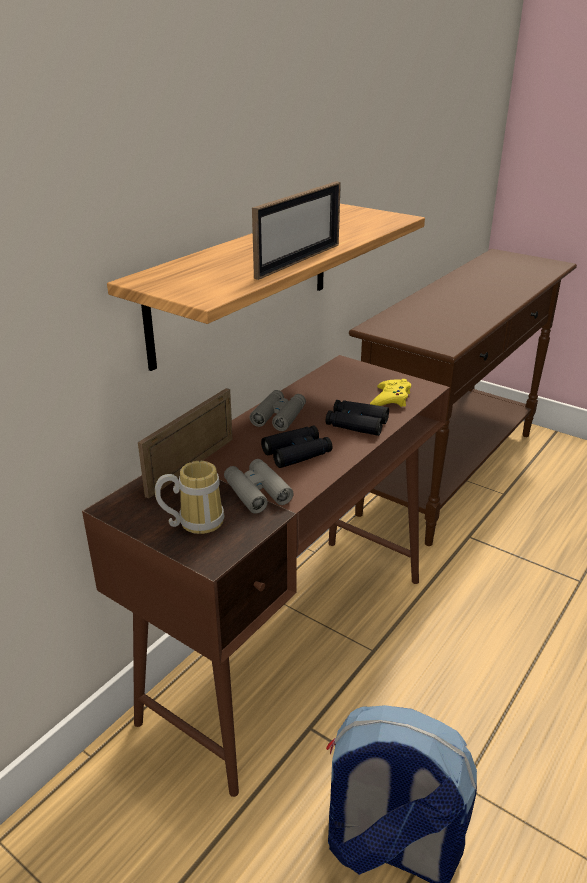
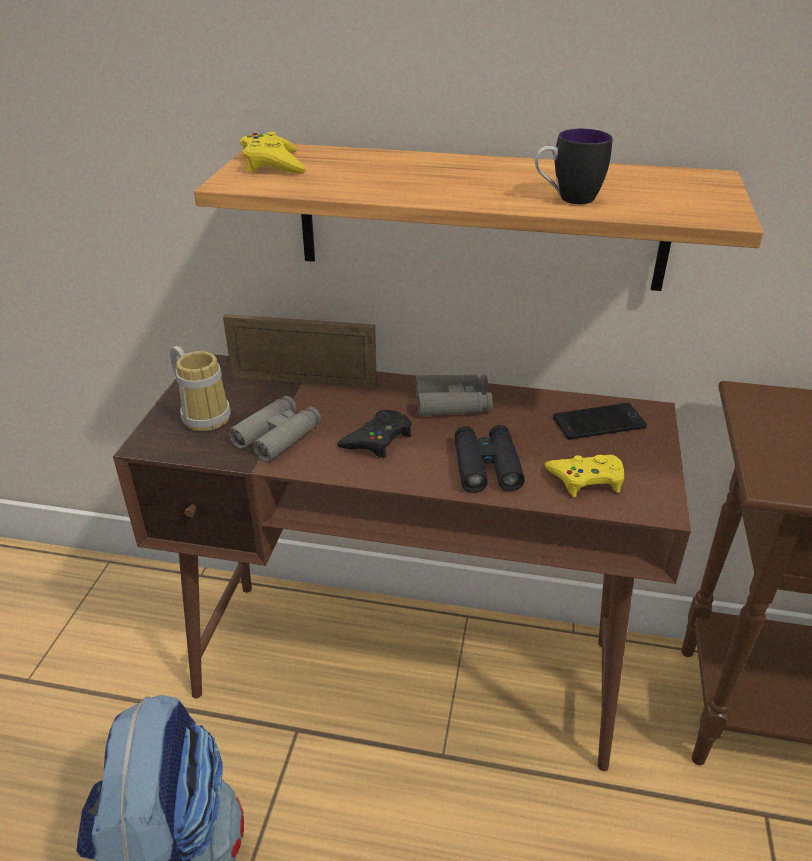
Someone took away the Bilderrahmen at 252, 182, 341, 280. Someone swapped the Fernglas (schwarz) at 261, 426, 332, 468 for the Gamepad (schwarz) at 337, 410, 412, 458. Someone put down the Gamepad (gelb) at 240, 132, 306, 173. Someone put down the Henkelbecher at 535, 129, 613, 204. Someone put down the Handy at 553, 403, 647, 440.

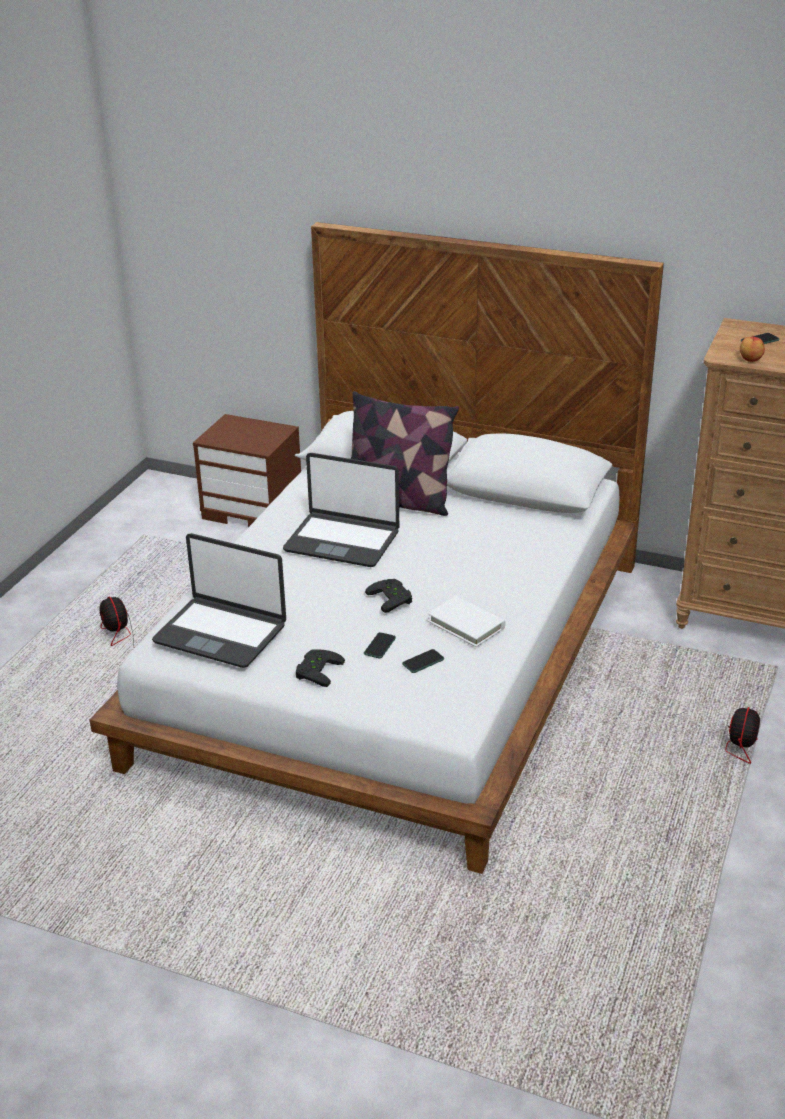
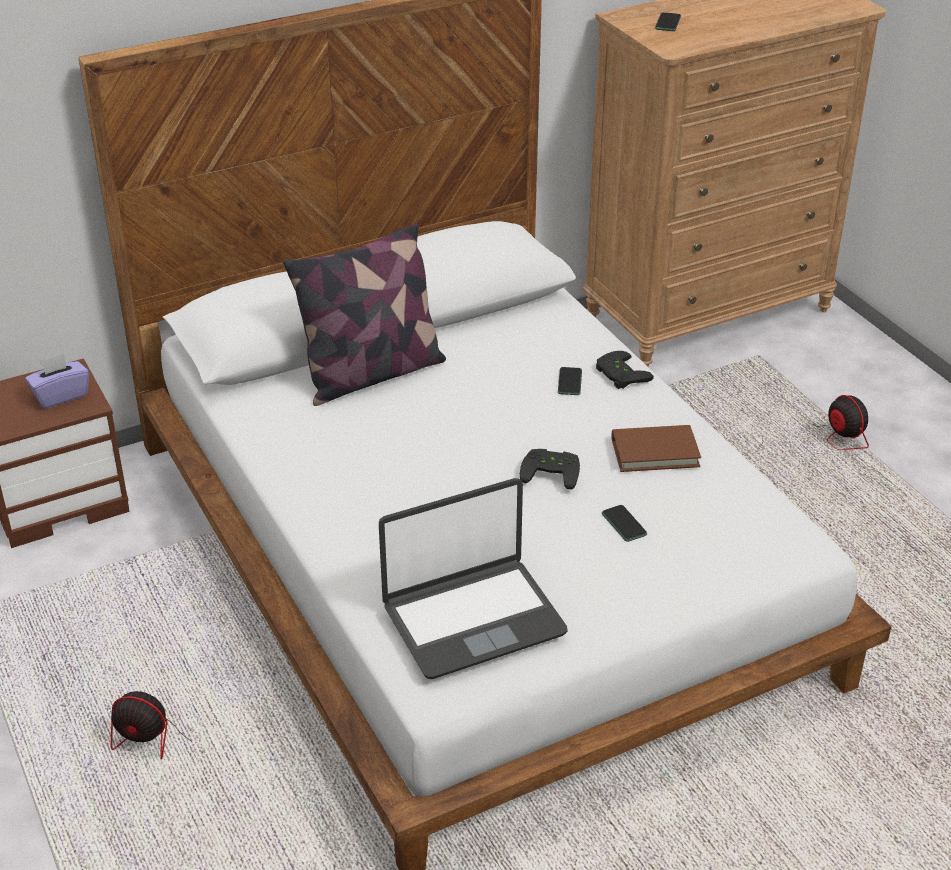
Someone took away the Laptop at 283, 453, 399, 567. Someone carried the Gamepad (schwarz) from 296, 649, 345, 687 to 596, 351, 654, 389. Someone carried the Handy from 402, 649, 444, 673 to 558, 367, 582, 395. Someone repainted the Buch (weiß) at 428, 596, 506, 647, which became the Buch (braun) at 612, 425, 701, 472. Someone took away the Apfel at 740, 336, 765, 362. Someone put down the Taschentuchbox (lila) at 25, 353, 89, 409.

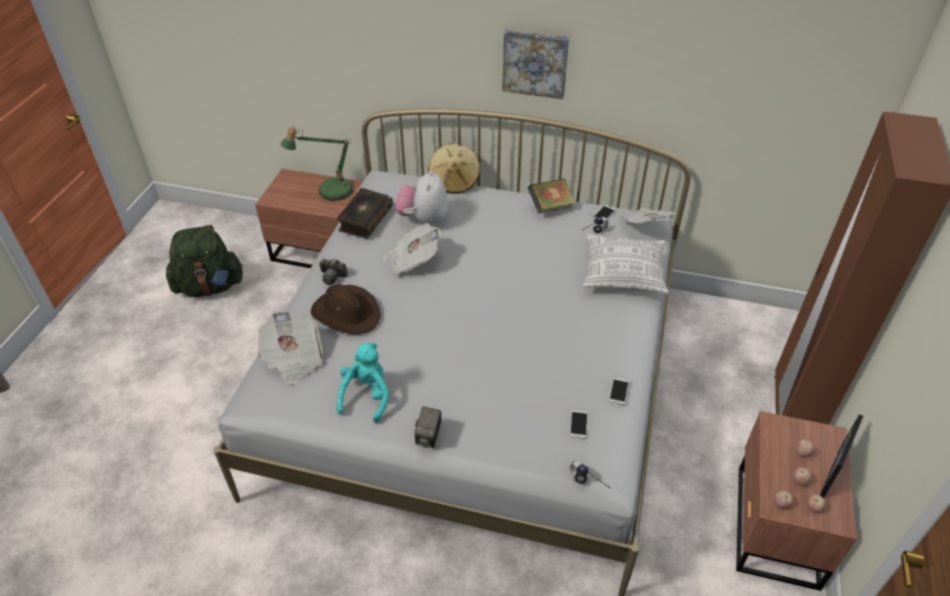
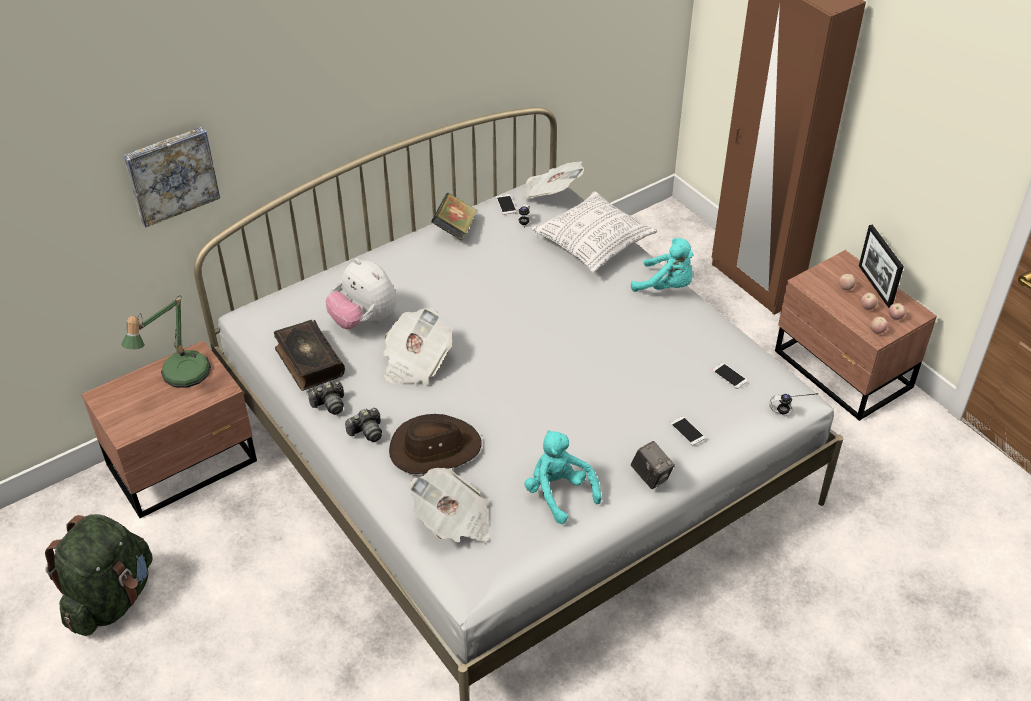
Someone took away the Hut (beige) at 428, 143, 480, 194. Someone carried the Bild from 502, 29, 569, 99 to 124, 127, 220, 228. Someone carried the Handy from 609, 377, 629, 405 to 670, 416, 705, 446. Someone put down the Kamera at 308, 381, 344, 415. Someone put down the Plüschtier (türkis) at 631, 238, 694, 292.

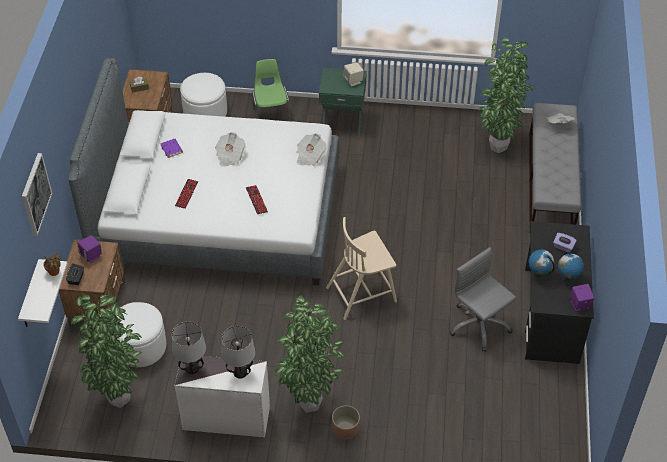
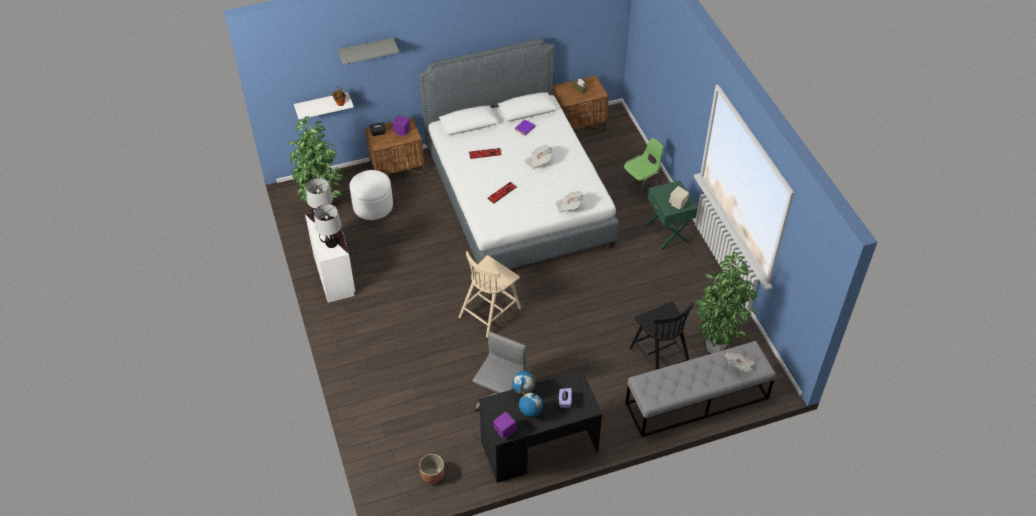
Someone swapped the Bild at 22, 153, 52, 236 for the Wandregal (grau) at 338, 38, 399, 65. Someone took away the Polsterhocker (weiß) at 180, 73, 227, 117. Someone took away the Topfpflanze at 274, 295, 345, 413. Someone rotated the Stuhl (beige) at 326, 217, 397, 320 by 90 degrees counterclockwise. Someone carried the Pflanzkübel from 332, 405, 360, 439 to 419, 454, 444, 484. Someone put down the Stuhl (schwarz) at 630, 302, 694, 370.

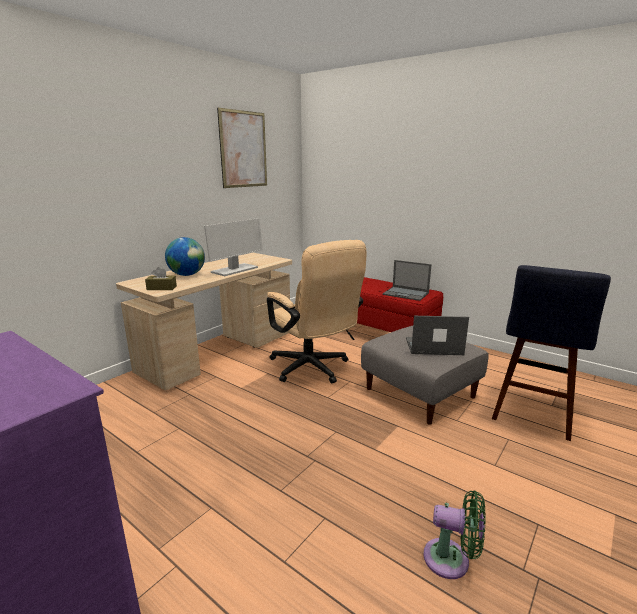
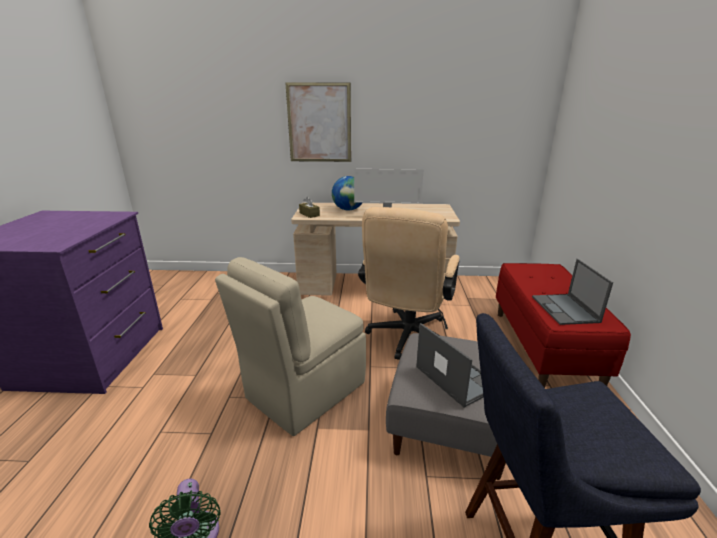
Someone carried the Bild from 217, 108, 267, 188 to 285, 82, 351, 162. Someone put down the Stuhl (beige) at 215, 257, 366, 436.

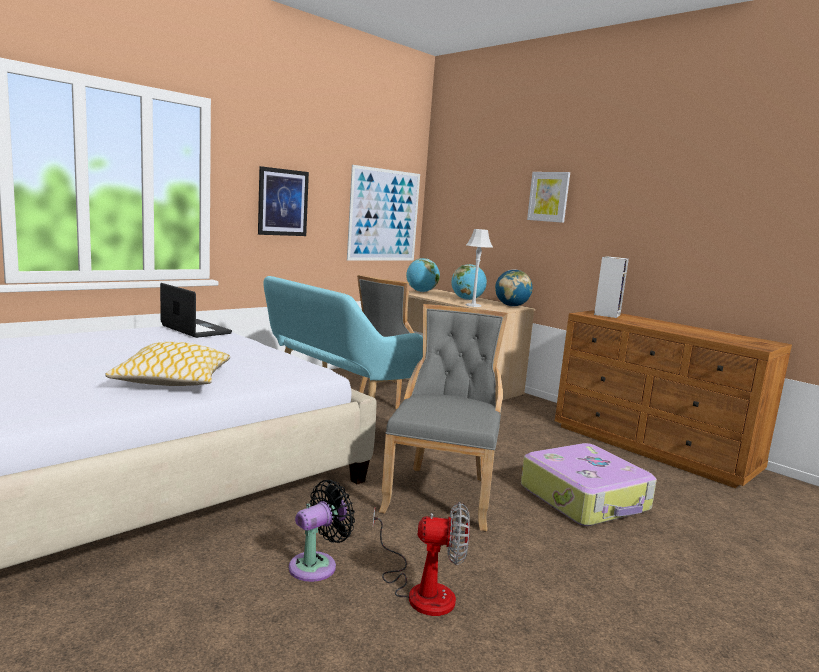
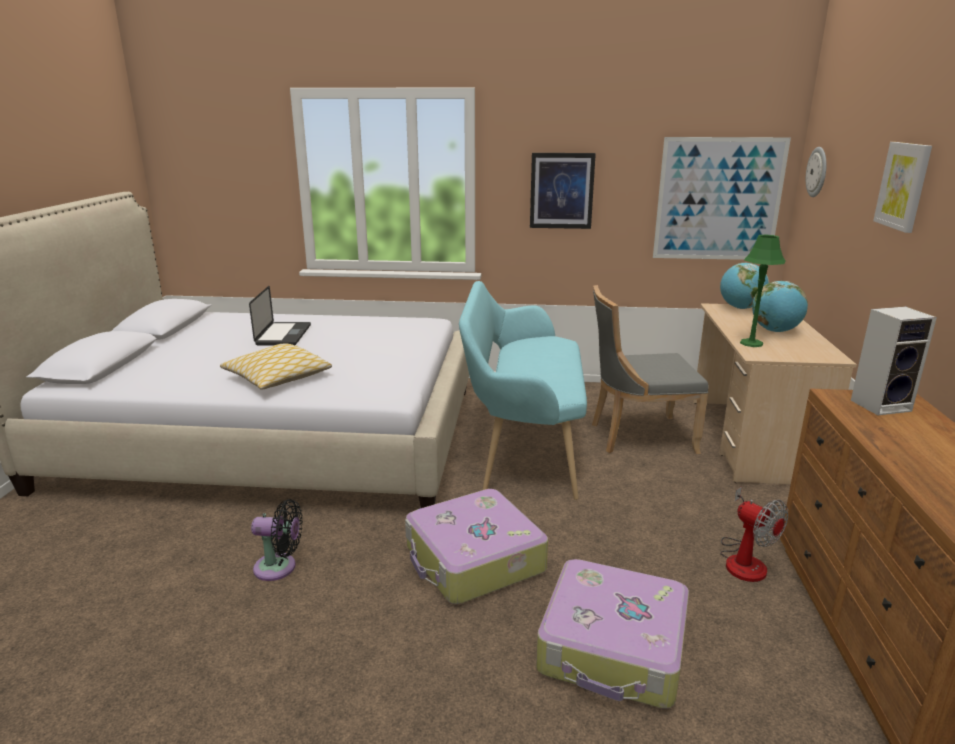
Someone carried the Laptop from 160, 283, 232, 338 to 249, 286, 311, 346. Someone carried the Ventilator from 373, 502, 470, 616 to 720, 487, 788, 582. Someone swapped the Stuhl (grau) at 379, 304, 508, 531 for the Koffer at 405, 489, 548, 604. Someone repainted the Tischlampe (grau) at 466, 229, 493, 307, which became the Tischlampe (grün) at 740, 234, 786, 347. Someone took away the Globus at 495, 269, 533, 307. Someone put up the Wanduhr at 806, 147, 826, 197.

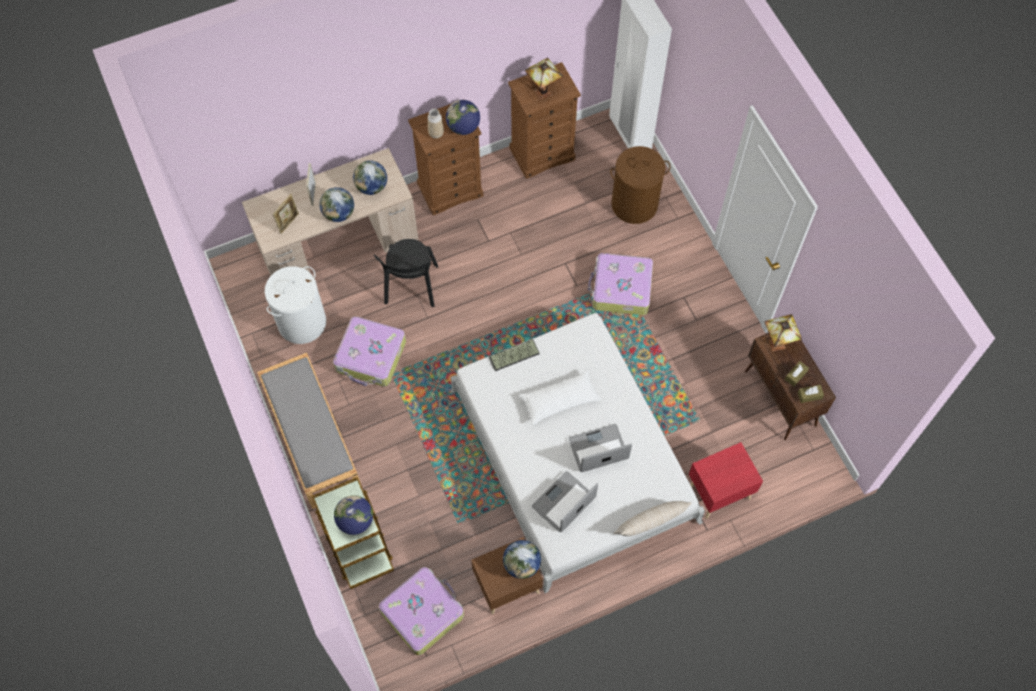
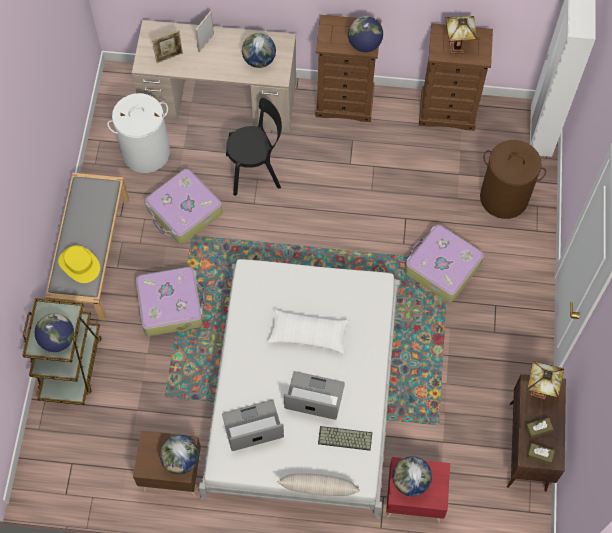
Someone carried the Globus from 320, 187, 354, 222 to 393, 456, 432, 496. Someone rotated the Stuhl (schwarz) at 374, 239, 438, 307 by 135 degrees counterclockwise. Someone carried the Koffer from 379, 567, 464, 655 to 136, 267, 205, 336. Someone took away the Vase at 428, 109, 444, 139. Someone carried the Tastatur from 489, 339, 540, 371 to 318, 426, 372, 451. Someone put down the Hut (gelb) at 58, 245, 100, 283.

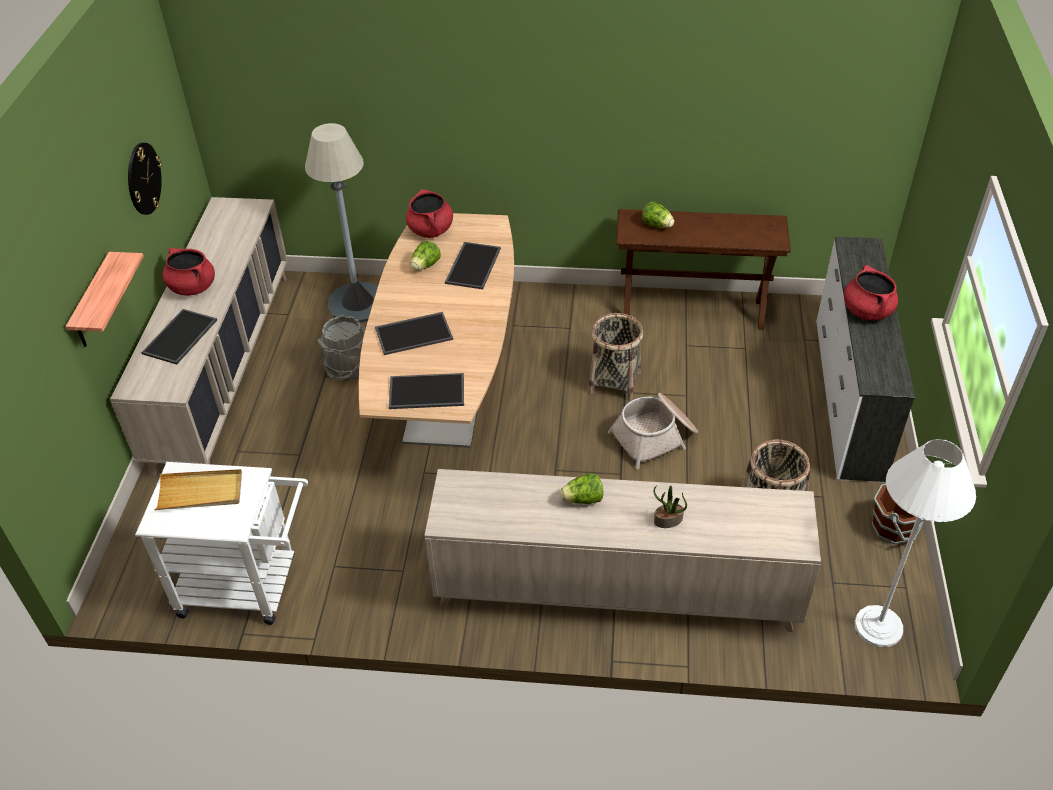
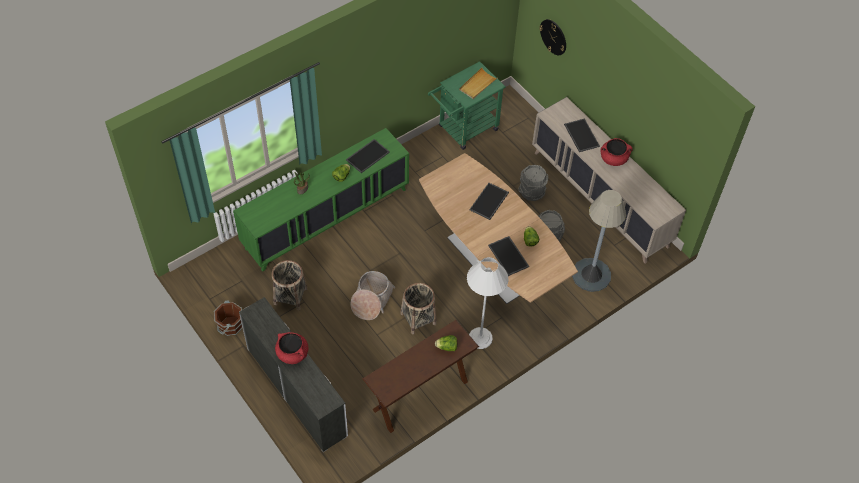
Someone took away the Wandregal at 65, 252, 144, 347. Someone carried the Wanduhr from 128, 143, 162, 215 to 539, 19, 566, 55. Someone repainted the Rollwagen (weiß) at 135, 462, 308, 625, which became the Rollwagen (grün) at 428, 61, 506, 150. Someone carried the Tablett from 389, 373, 464, 409 to 346, 139, 390, 173. Someone took away the Kochtopf (rot) at 406, 189, 453, 238. Someone repainted the Schrank (beige) at 424, 469, 821, 632, which became the Schrank (grün) at 233, 128, 409, 272. Someone carried the Stehlampe (weiß) from 855, 439, 976, 647 to 467, 257, 508, 349. Someone put down the Eimer (grau) at 519, 165, 549, 201.

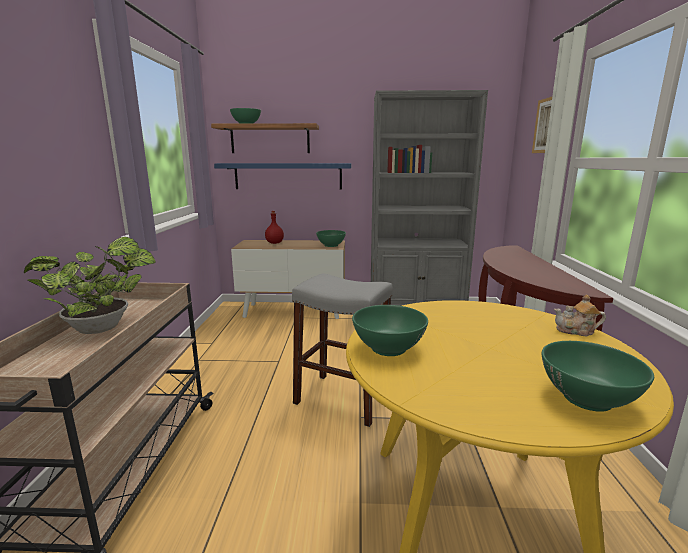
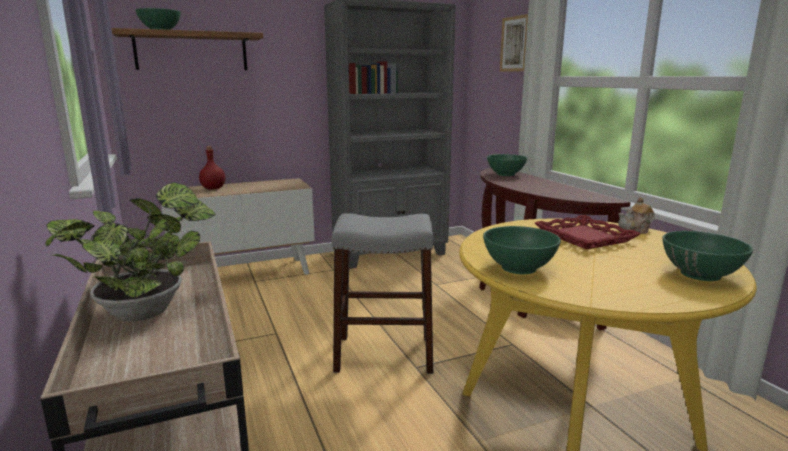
Someone took away the Wandregal (blau) at 214, 163, 352, 190. Someone carried the Schüssel (grün) from 316, 230, 346, 247 to 487, 154, 527, 176. Someone put down the Tablett (rot) at 535, 215, 641, 249.

